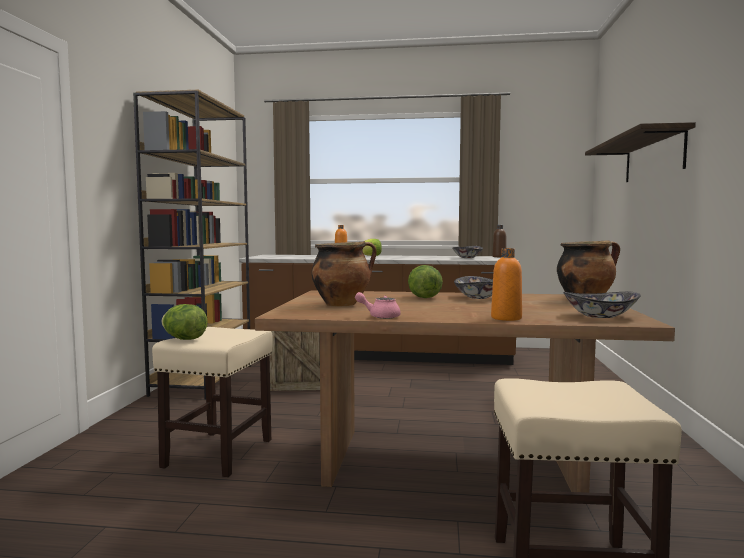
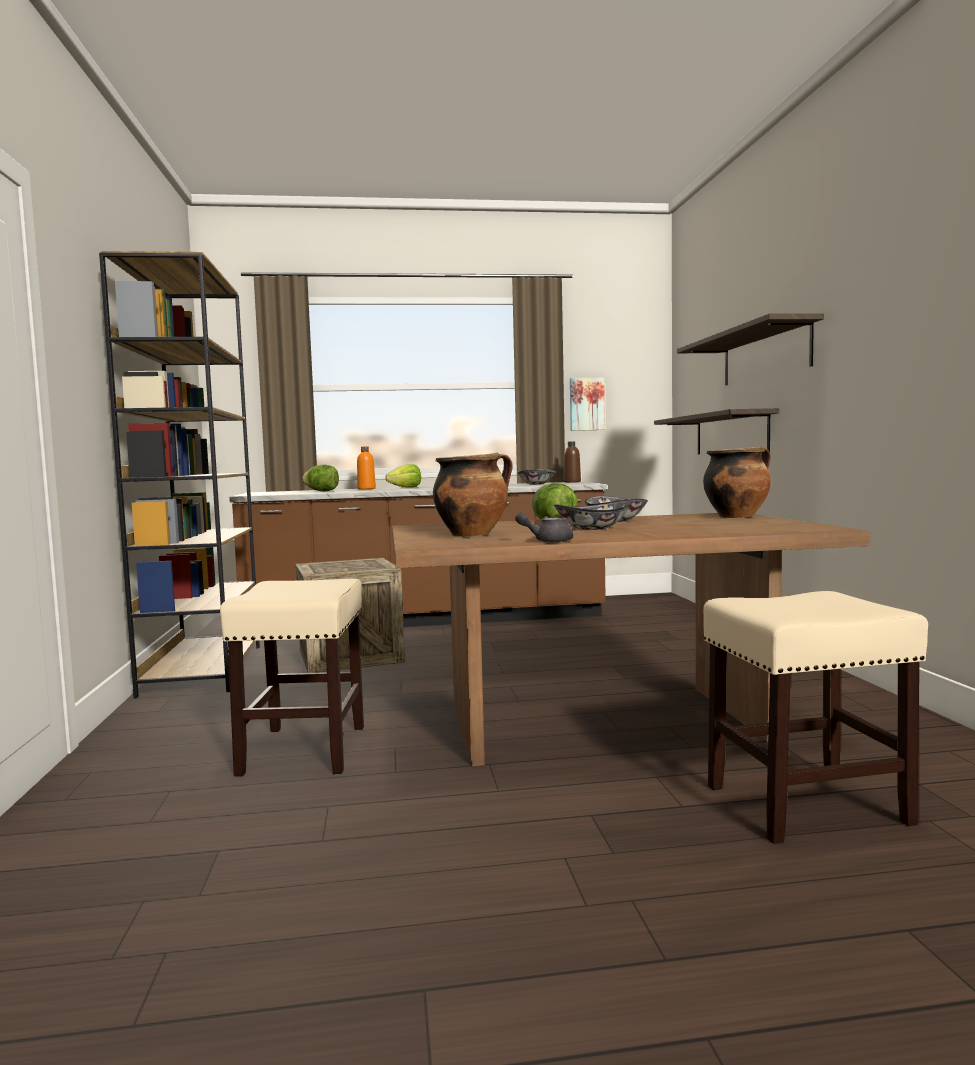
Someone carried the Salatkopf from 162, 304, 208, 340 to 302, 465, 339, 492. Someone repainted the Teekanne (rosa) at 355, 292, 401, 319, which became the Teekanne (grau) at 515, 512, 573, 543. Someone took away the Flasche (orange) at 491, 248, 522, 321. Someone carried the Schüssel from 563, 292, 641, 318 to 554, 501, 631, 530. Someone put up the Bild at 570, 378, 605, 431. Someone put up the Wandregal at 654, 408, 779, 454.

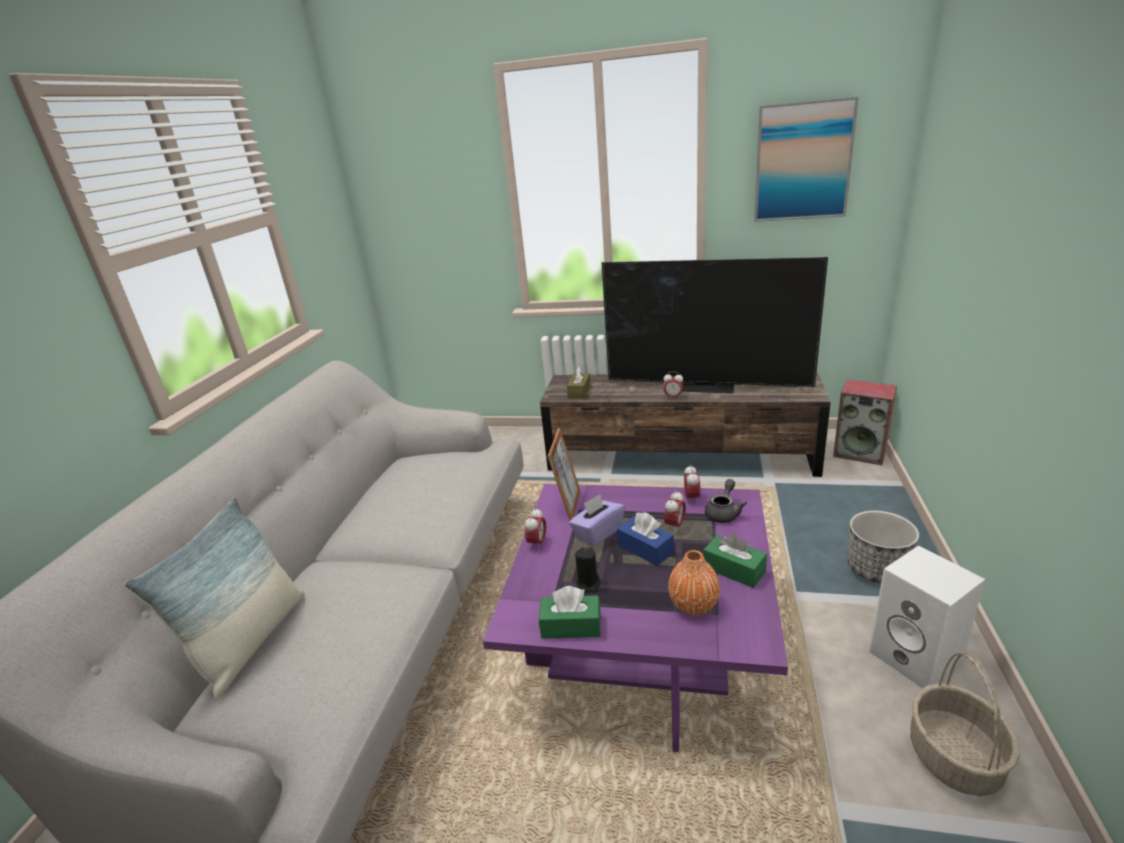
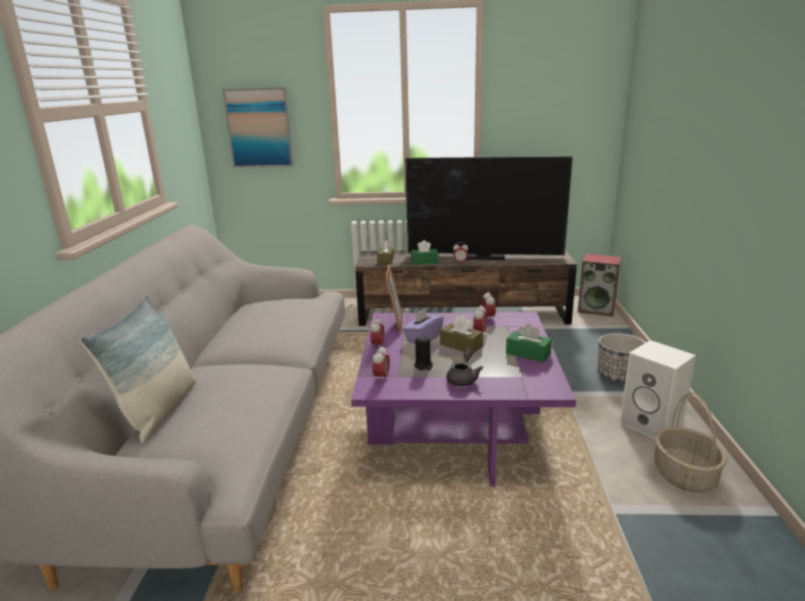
Someone carried the Taschentuchbox (grün) from 539, 586, 601, 639 to 411, 240, 439, 265. Someone repainted the Taschentuchbox (blau) at 617, 512, 674, 566, which became the Taschentuchbox (braun) at 440, 315, 483, 353. Someone took away the Vase (orange) at 668, 550, 720, 615. Someone carried the Teekanne (grau) from 705, 479, 747, 523 to 446, 349, 483, 386. Someone carried the Bild from 754, 97, 859, 222 to 223, 87, 294, 168. Someone put down the Wecker at 372, 345, 390, 380.

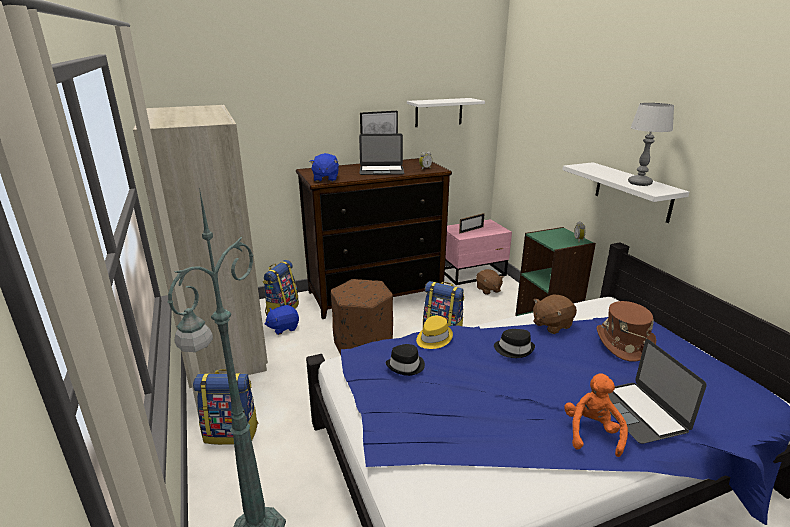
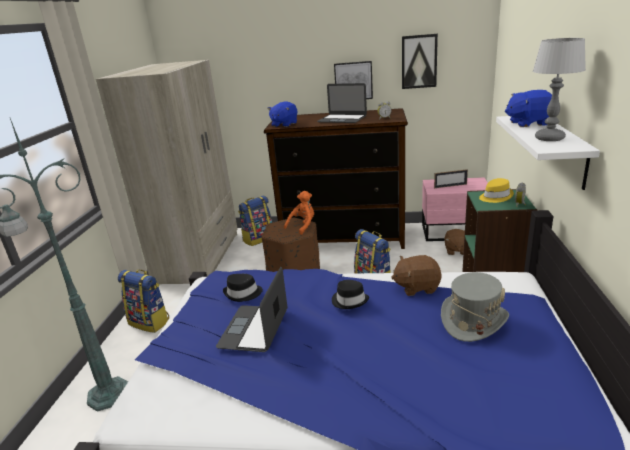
Someone carried the Plüschtier (blau) from 265, 305, 299, 335 to 505, 90, 552, 127. Someone swapped the Wandregal (weiß) at 407, 98, 485, 127 for the Bild at 402, 34, 438, 89. Someone carried the Hut (gelb) from 416, 316, 453, 349 to 479, 178, 514, 203. Someone carried the Plüschtier (orange) from 564, 373, 628, 457 to 284, 191, 314, 235. Someone carried the Laptop from 590, 339, 707, 444 to 216, 267, 287, 352. Someone repainted the Hut (braun) at 596, 301, 656, 362, which became the Hut (grau) at 441, 272, 509, 342.

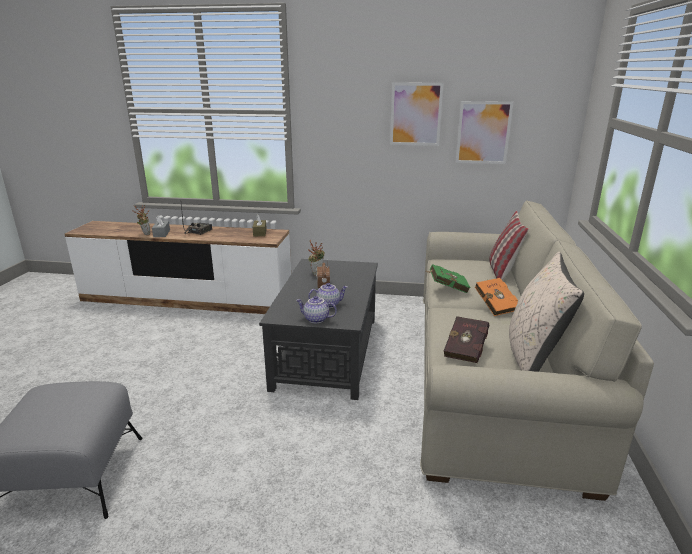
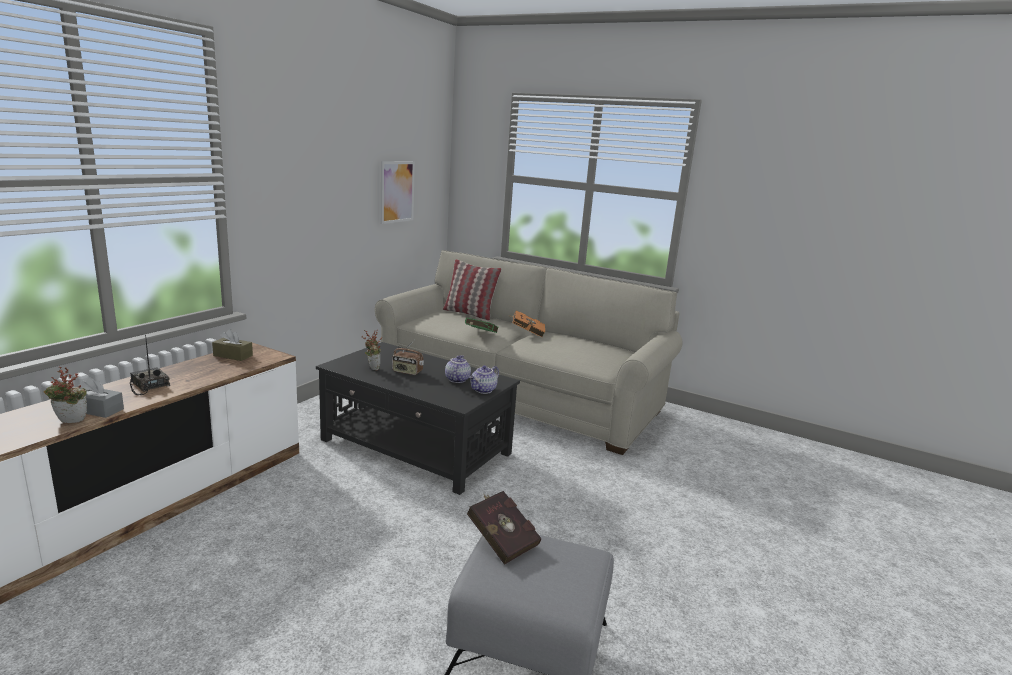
Someone took away the Bild at 390, 83, 444, 146. Someone carried the Buch (rot) from 444, 316, 489, 363 to 467, 491, 542, 565. Someone took away the Kissen (beige) at 509, 252, 584, 372.

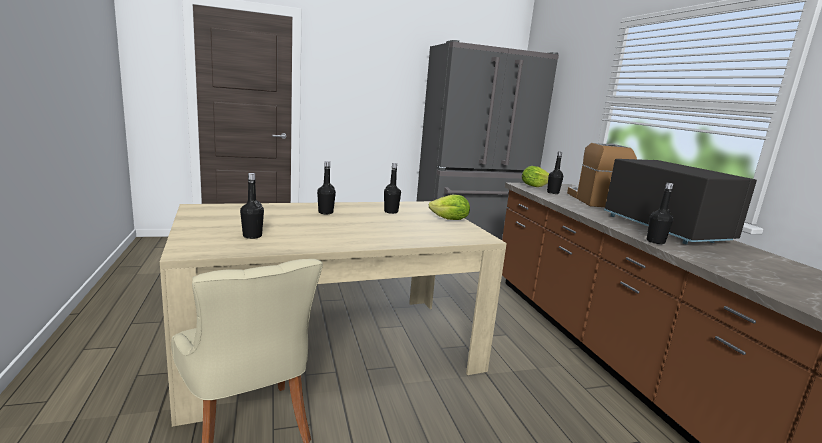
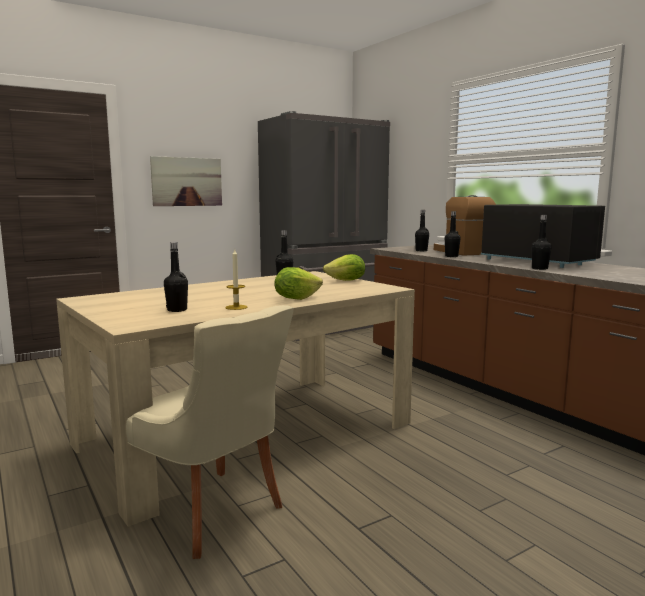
Someone carried the Flasche (schwarz) from 317, 161, 336, 214 to 445, 211, 461, 257. Someone carried the Salatkopf from 522, 166, 549, 187 to 274, 267, 323, 300. Someone put up the Bild at 150, 156, 222, 206. Someone put down the Kerze at 225, 249, 248, 310.

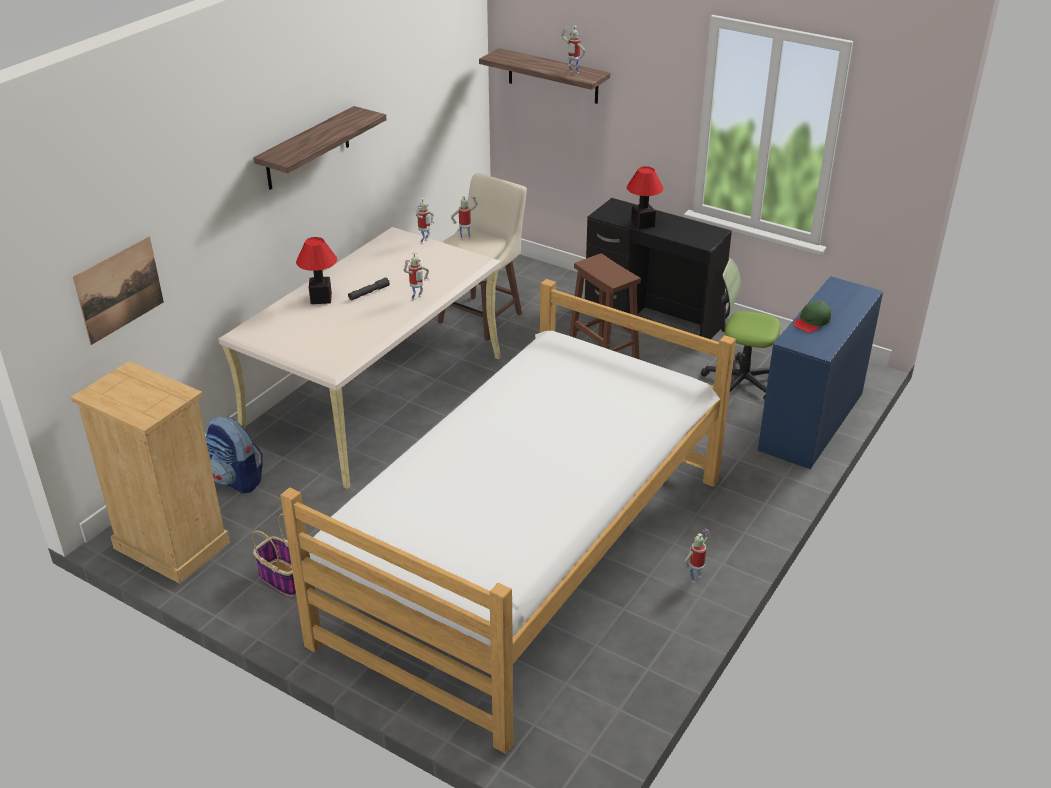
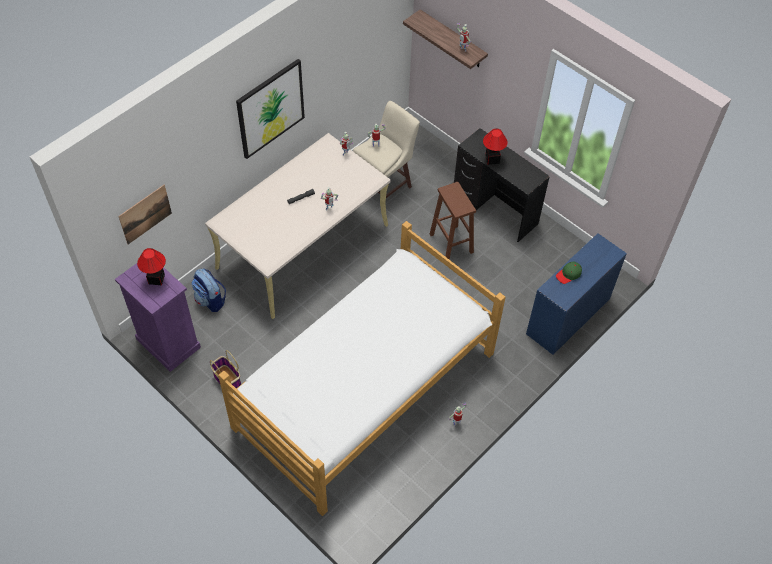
Someone repainted the Kommode (beige) at 71, 361, 230, 584, which became the Kommode (lila) at 115, 263, 201, 372. Someone swapped the Wandregal at 253, 106, 387, 190 for the Bild at 236, 59, 305, 159. Someone carried the Tischlampe from 296, 237, 337, 304 to 137, 248, 166, 285. Someone took away the Bürostuhl at 701, 258, 780, 400.

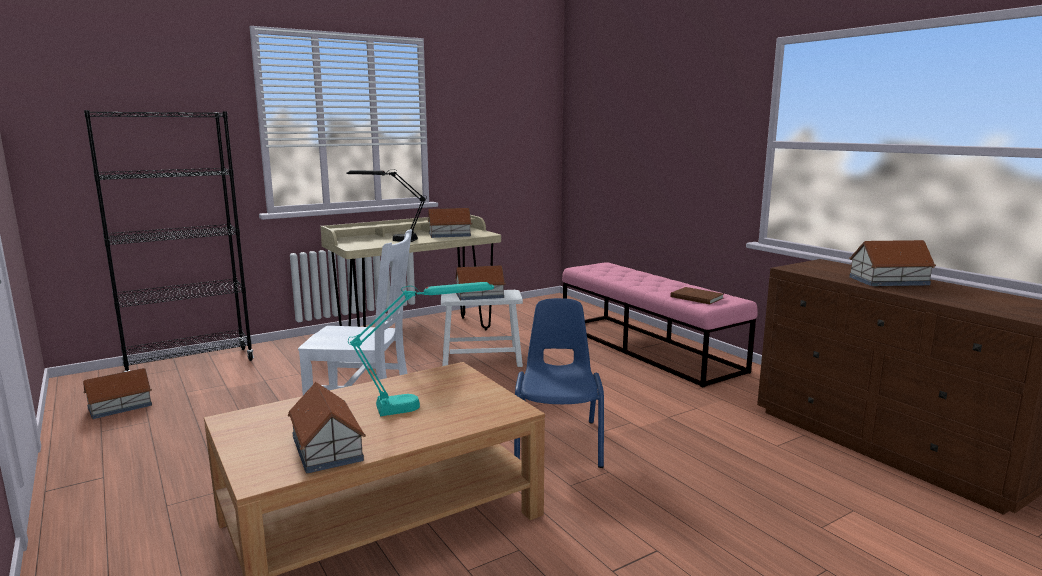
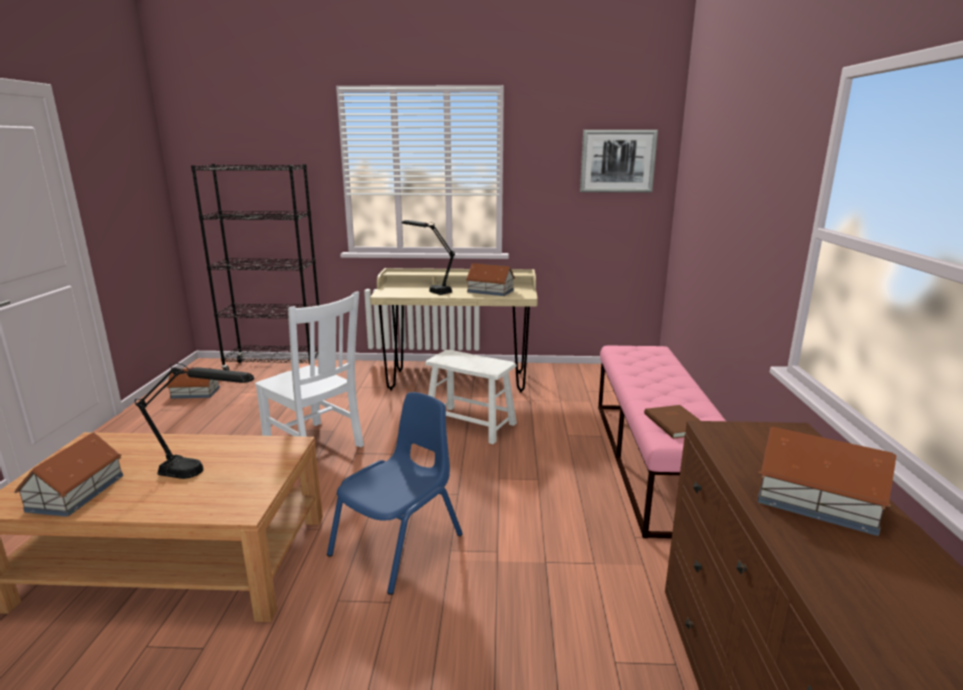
Someone repainted the Tischlampe (türkis) at 348, 282, 494, 416, which became the Tischlampe (schwarz) at 135, 363, 254, 479. Someone took away the Spielzeughaus at 455, 265, 506, 300. Someone put up the Bild at 580, 130, 658, 193.

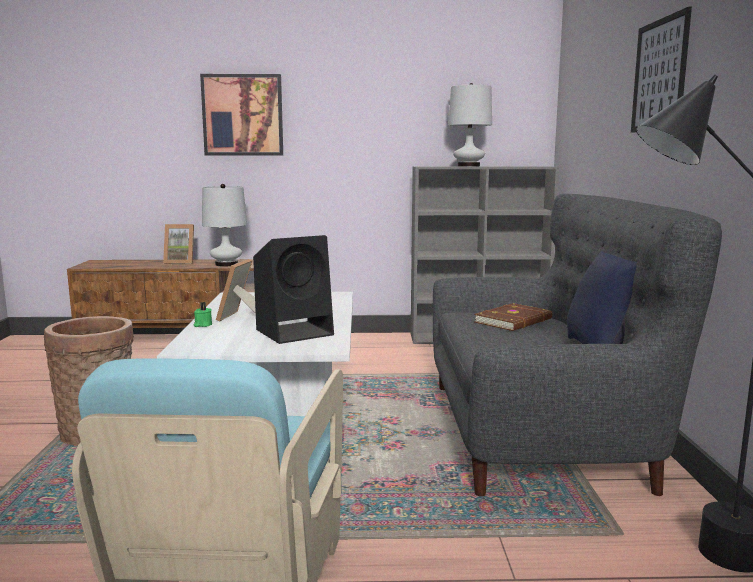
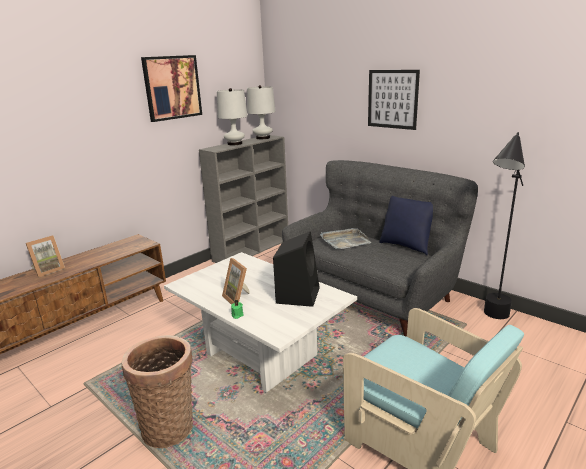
Someone carried the Bild from 200, 74, 283, 155 to 141, 55, 202, 122. Someone carried the Tischlampe (weiß) from 202, 184, 247, 267 to 247, 85, 276, 139. Someone swapped the Buch (braun) at 474, 303, 552, 331 for the Tablett (grau) at 320, 228, 372, 249.

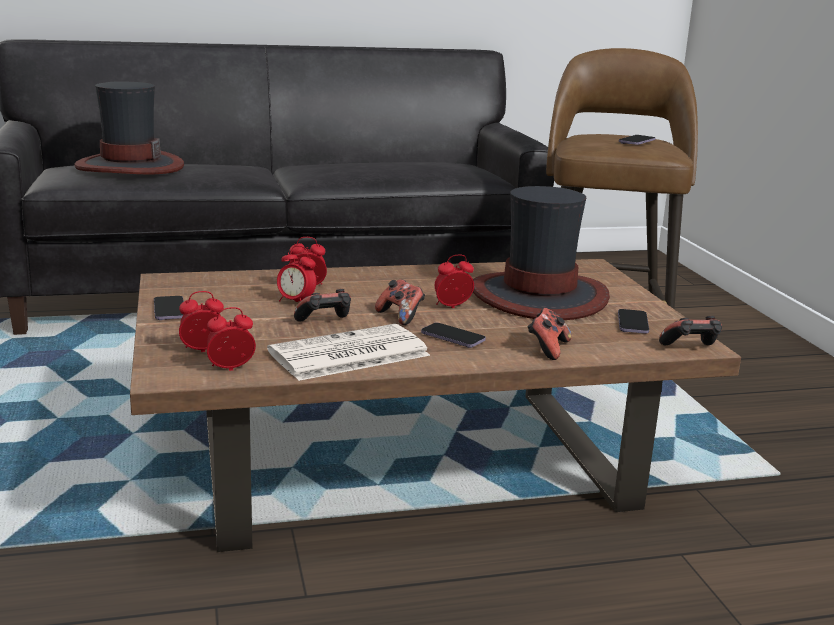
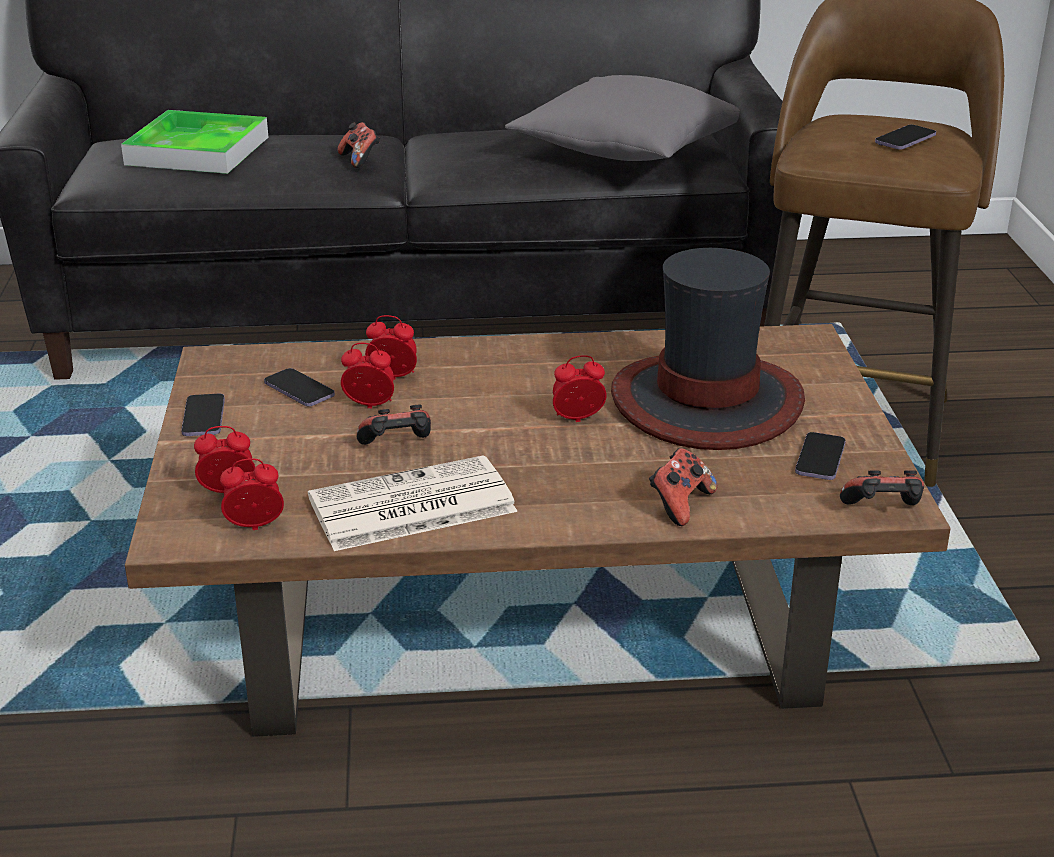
Someone swapped the Hut at 74, 81, 184, 174 for the Tablett at 121, 110, 269, 174. Someone rotated the Wecker at 277, 245, 316, 302 by 150 degrees clockwise. Someone carried the Gamepad from 375, 279, 425, 325 to 338, 122, 380, 168. Someone carried the Handy from 421, 323, 486, 348 to 264, 368, 335, 406. Someone put down the Kissen (grau) at 505, 75, 740, 161.

